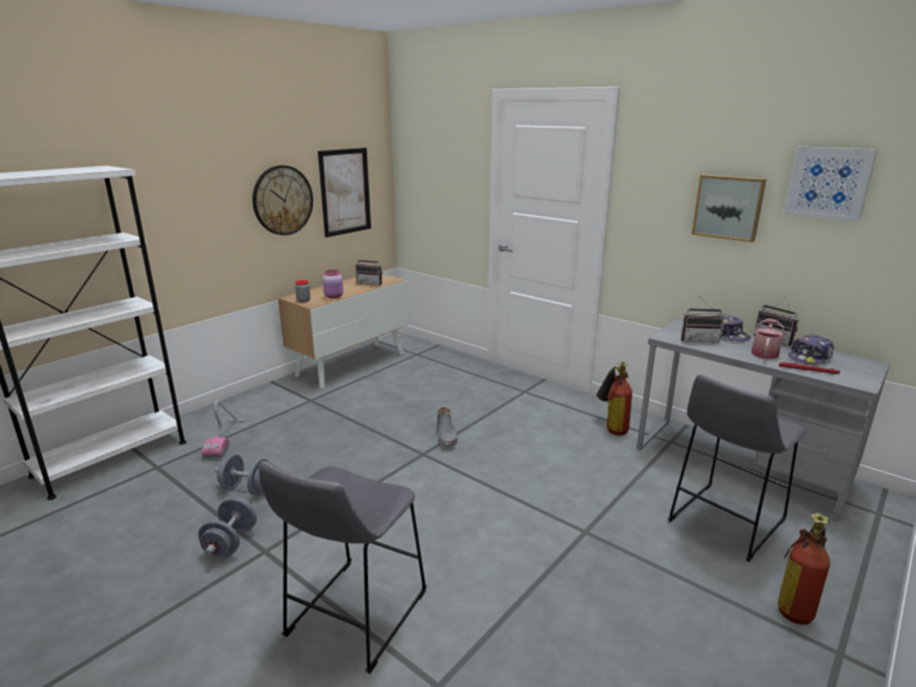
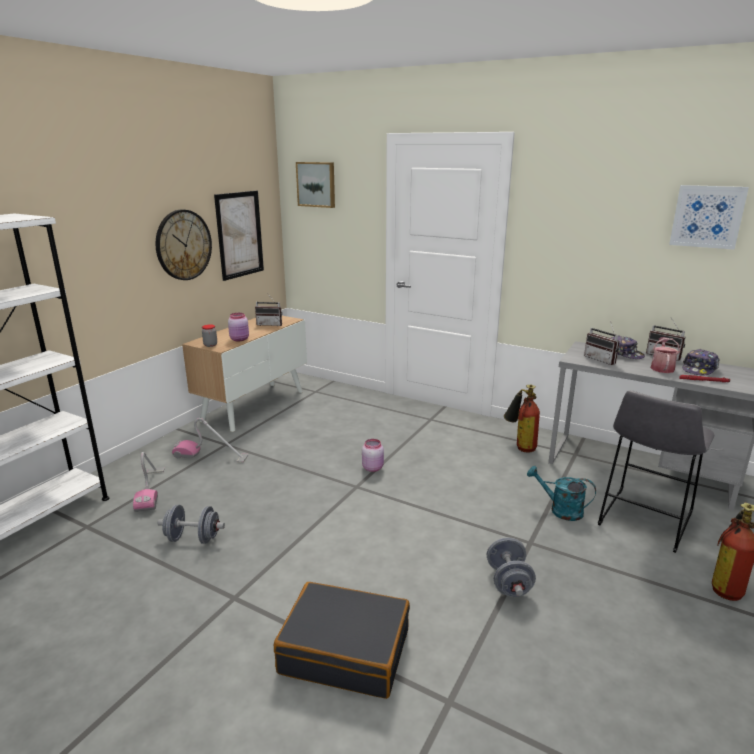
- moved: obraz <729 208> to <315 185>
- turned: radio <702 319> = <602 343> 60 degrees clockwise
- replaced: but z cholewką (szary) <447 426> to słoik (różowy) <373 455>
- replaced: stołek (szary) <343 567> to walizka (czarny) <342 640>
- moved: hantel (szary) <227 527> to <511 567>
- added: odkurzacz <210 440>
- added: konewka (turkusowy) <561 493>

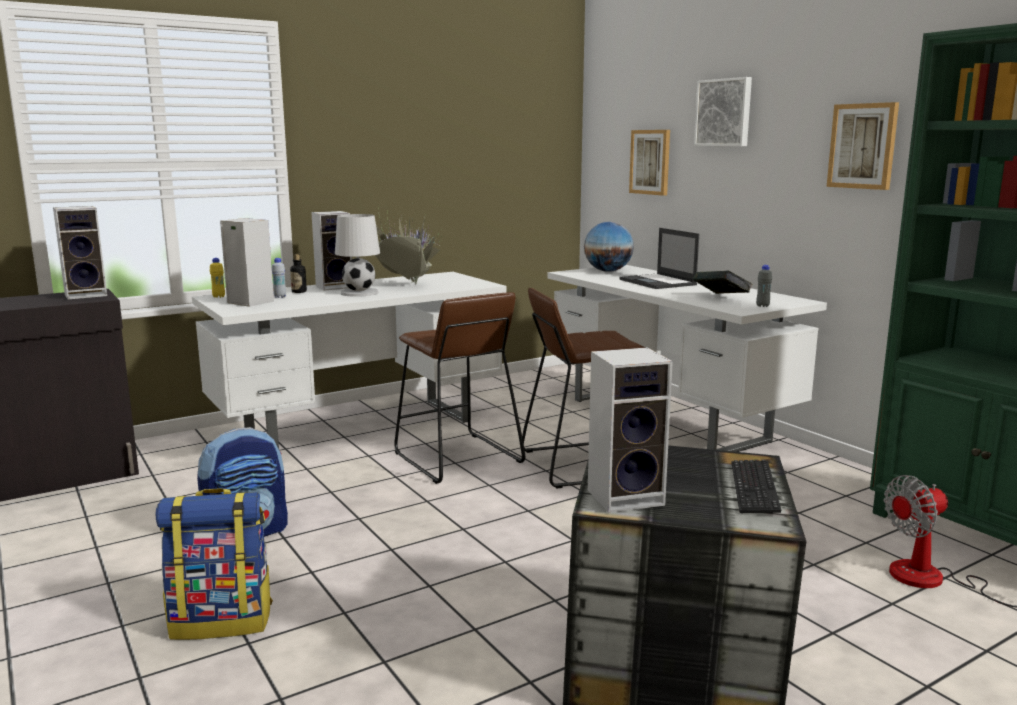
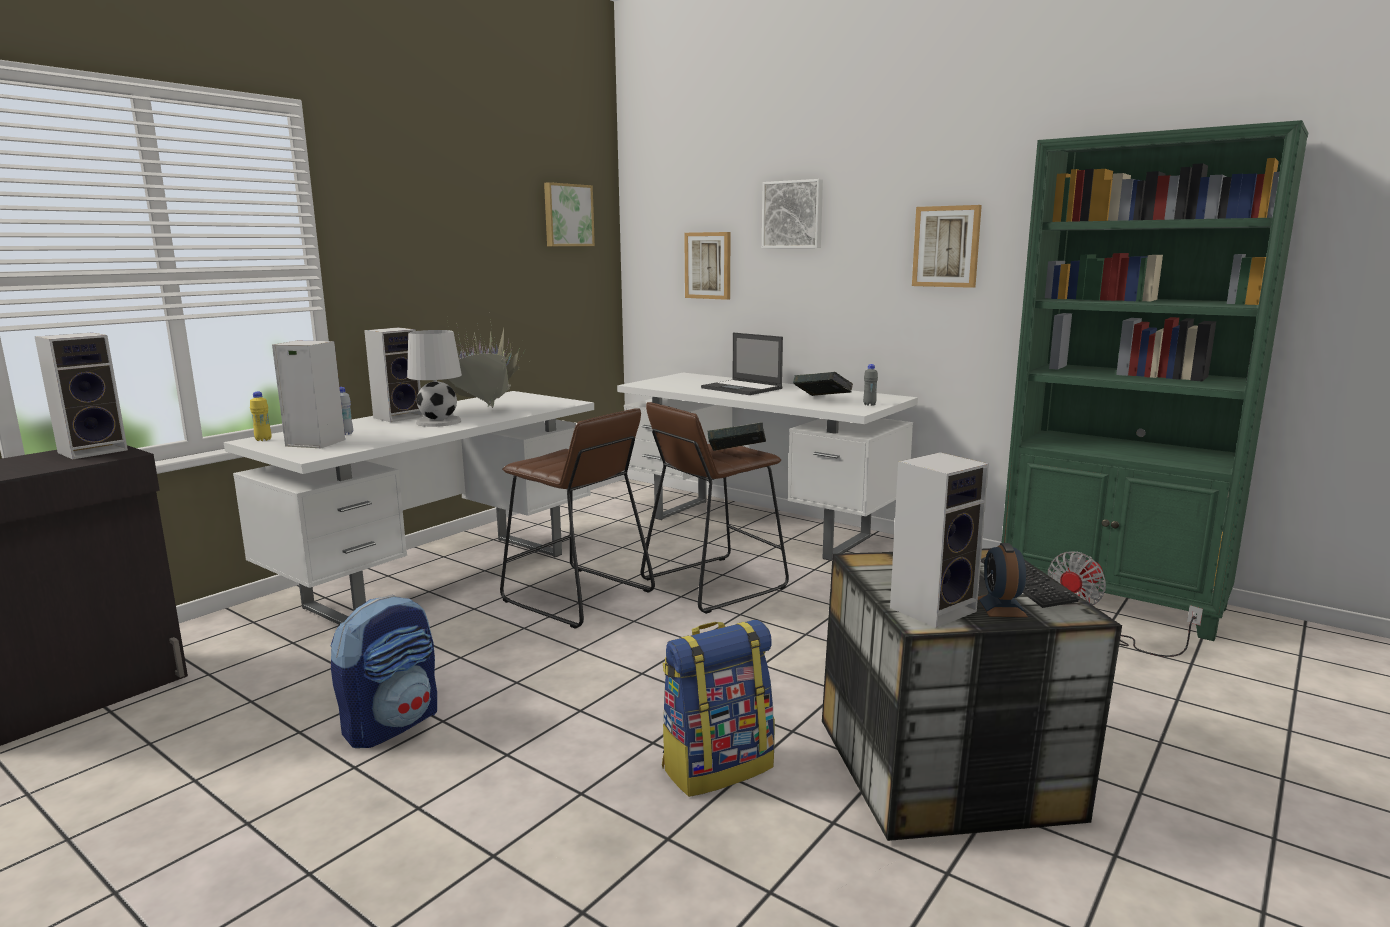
- removed: globus <609 247>
- removed: butelka <298 273>
- moved: plecak <214 564> to <718 708>
- added: obraz <569 214>
- added: książka <736 436>
- added: budzik <1003 580>

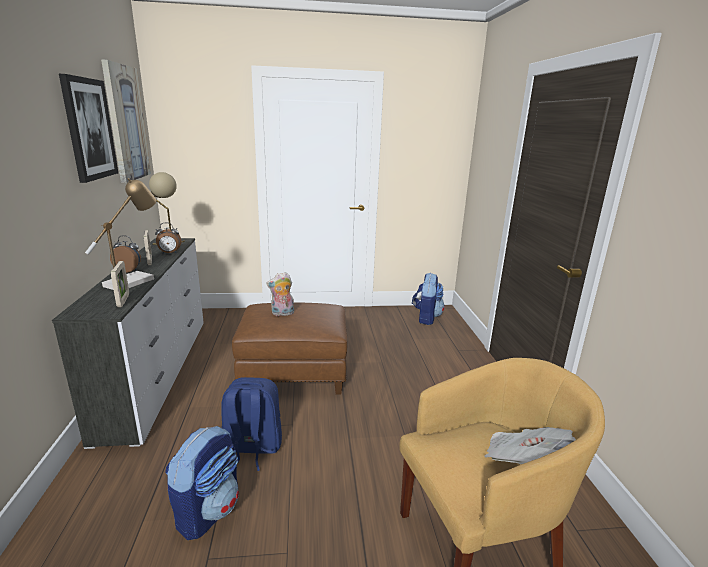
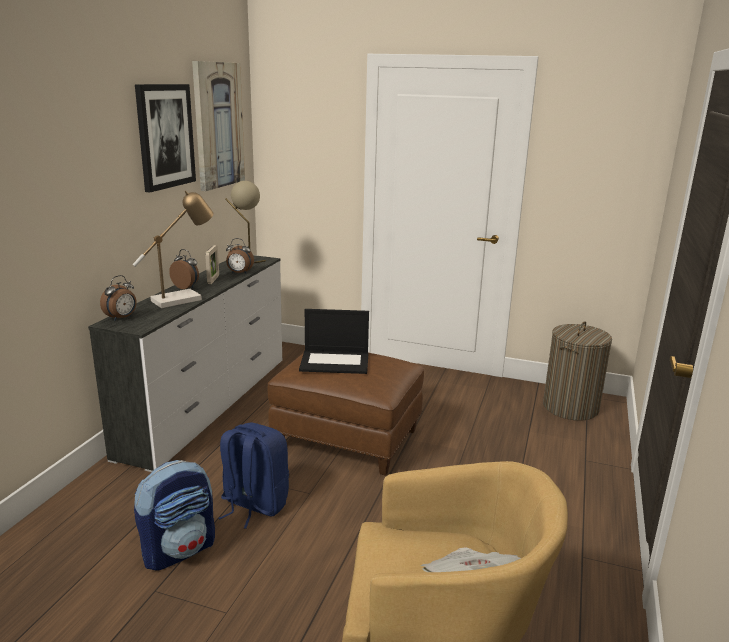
- removed: ramka na zdjęcie <120 284>
- replaced: pluszak <280 294> to laptop <334 341>
- replaced: plecak <428 299> to kosz na pranie <577 371>
- added: budzik <118 298>

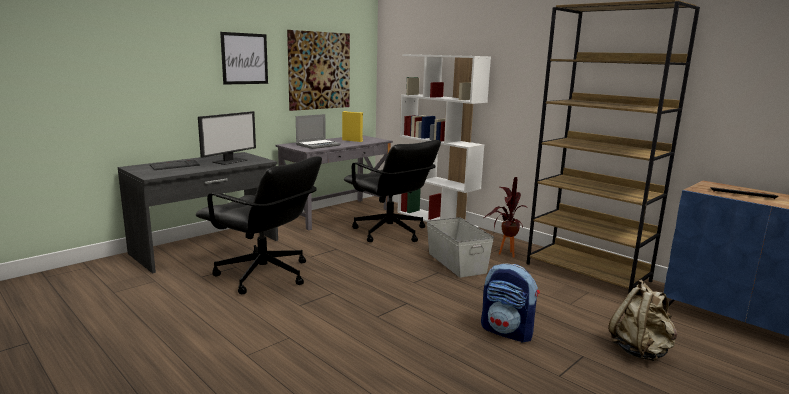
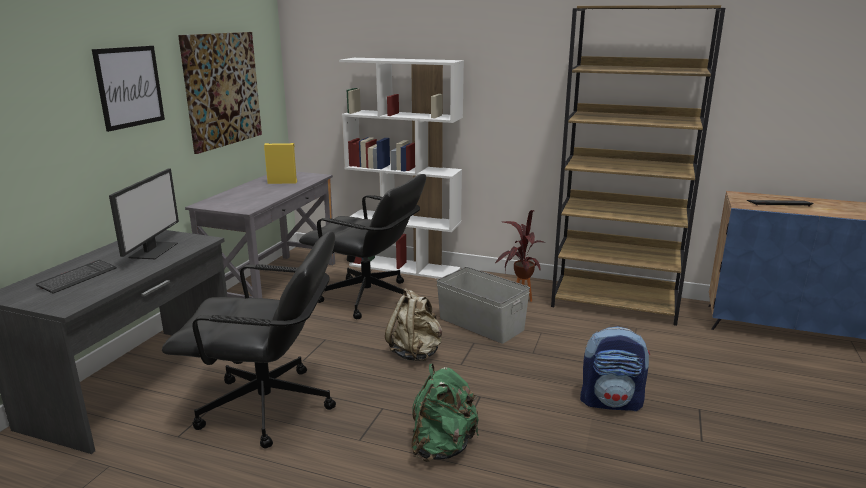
- removed: laptop <318 131>
- moved: plecak (beżowy) <643 320> to <414 324>
- added: plecak (zielony) <445 412>

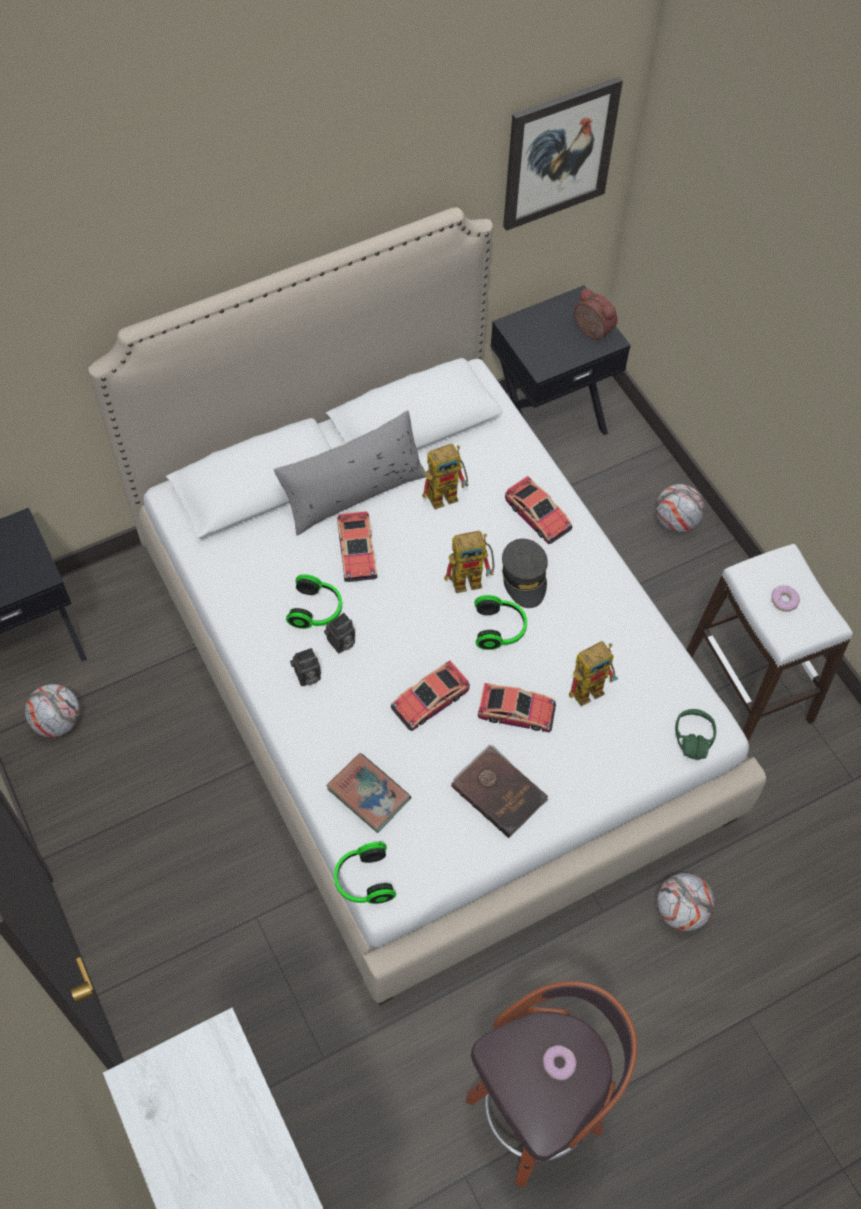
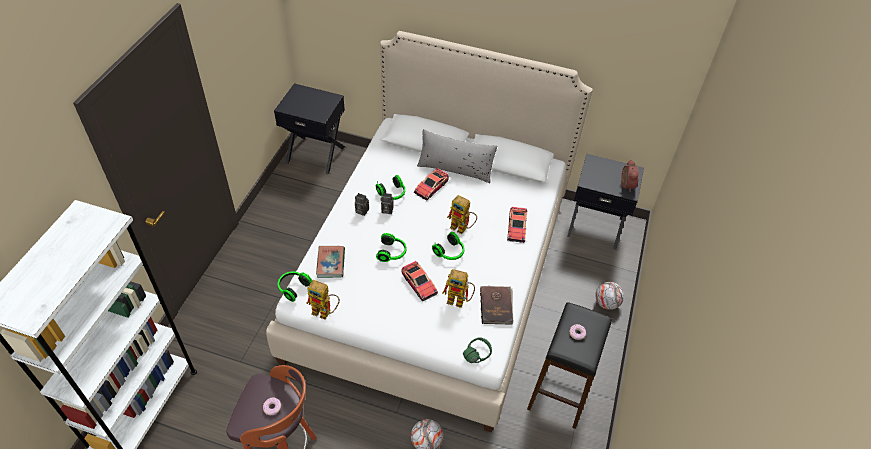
- removed: obraz <563 154>
- moved: robot zabawkowy <445 476> to <323 300>
- removed: czapka z daszkiem (szary) <525 573>
- recoloured: stołek (biały) <770 643> to stołek (czarny) <569 365>
- replaced: samochodzik <430 695> to słuchawki <391 247>
- removed: piłka futbolowa <52 710>
- moved: książka (brązowy) <499 791> to <497 305>

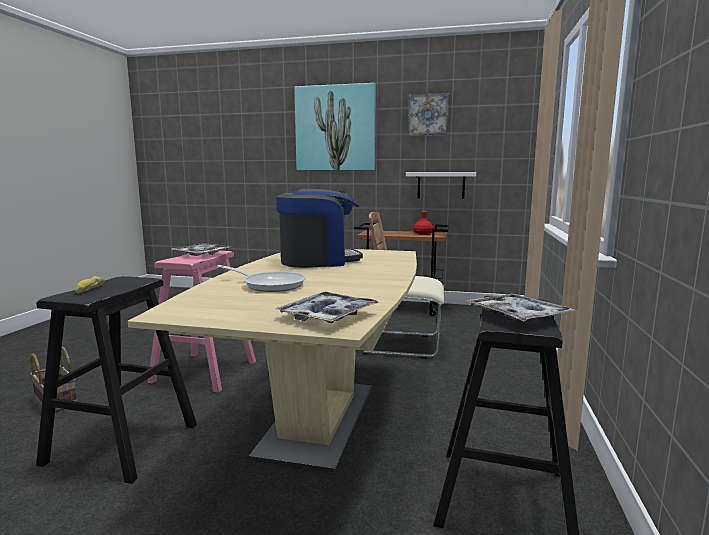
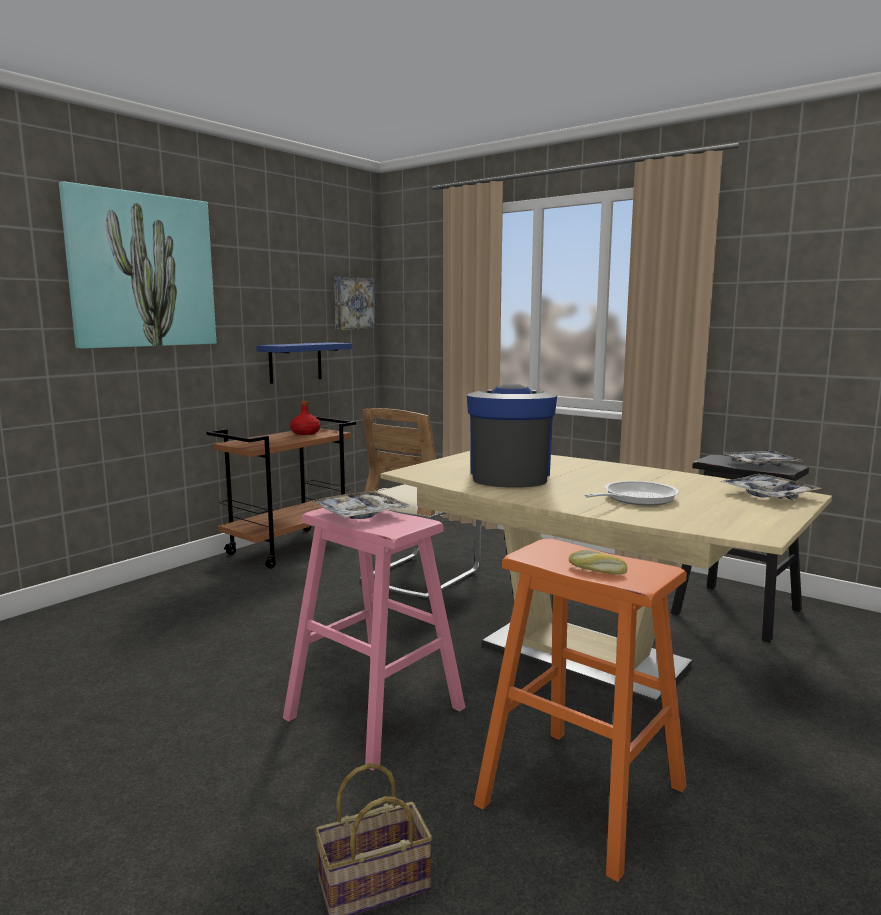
- moved: obraz <428 114> to <354 303>
- recoloured: półka (biały) <441 185> to półka (niebieski) <304 363>
- recoloured: stołek (czarny) <116 380> to stołek (pomarańczowy) <580 710>

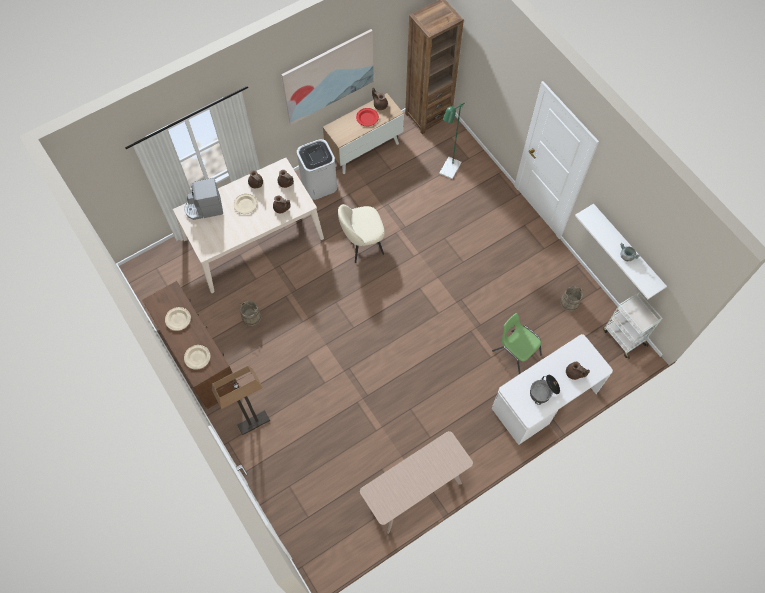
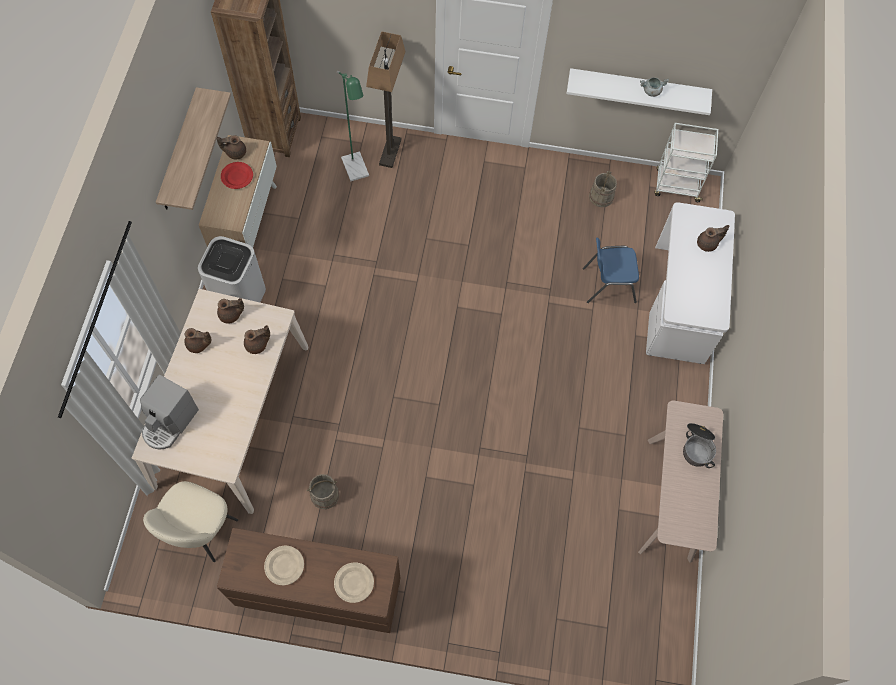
- replaced: obraz <327 77> to półka <193 148>
- removed: talerz (beżowy) <245 203>
- moved: krzesło (beżowy) <361 233> to <190 521>
- recoloured: krzesło (zielony) <517 343> to krzesło (niebieski) <611 270>
- moved: lampa stojąca <241 400> to <386 99>
- moved: garnek <545 390> to <699 445>

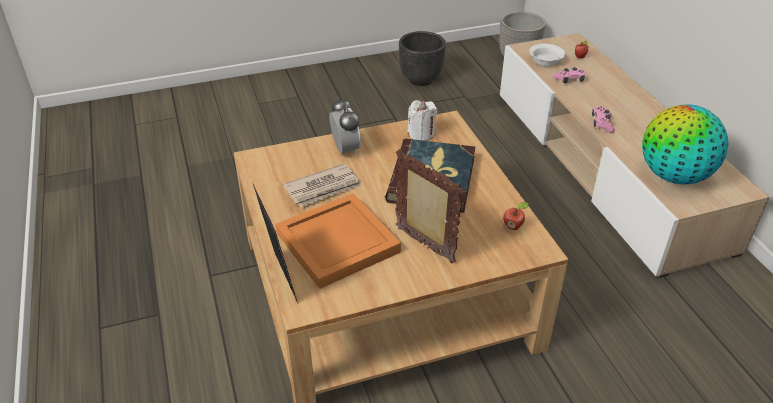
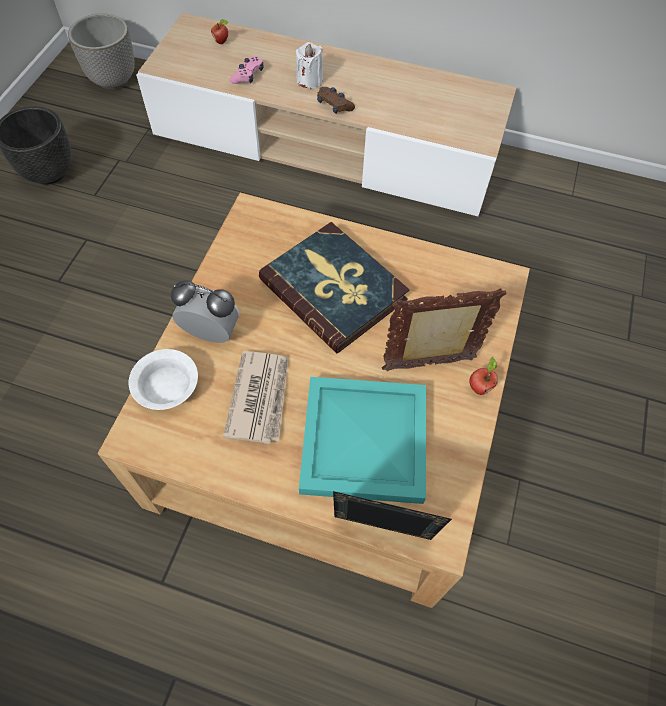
- moved: miska (biały) <547 55> to <163 379>
- moved: świeca (biały) <422 120> to <309 65>
- removed: globus <685 144>
- recoloured: pad do gier (różowy) <603 119> to pad do gier (brązowy) <336 100>
- recoloured: taca (pomarańczowy) <338 241> to taca (turkusowy) <362 440>
- moved: jabłko <516 216> to <483 376>

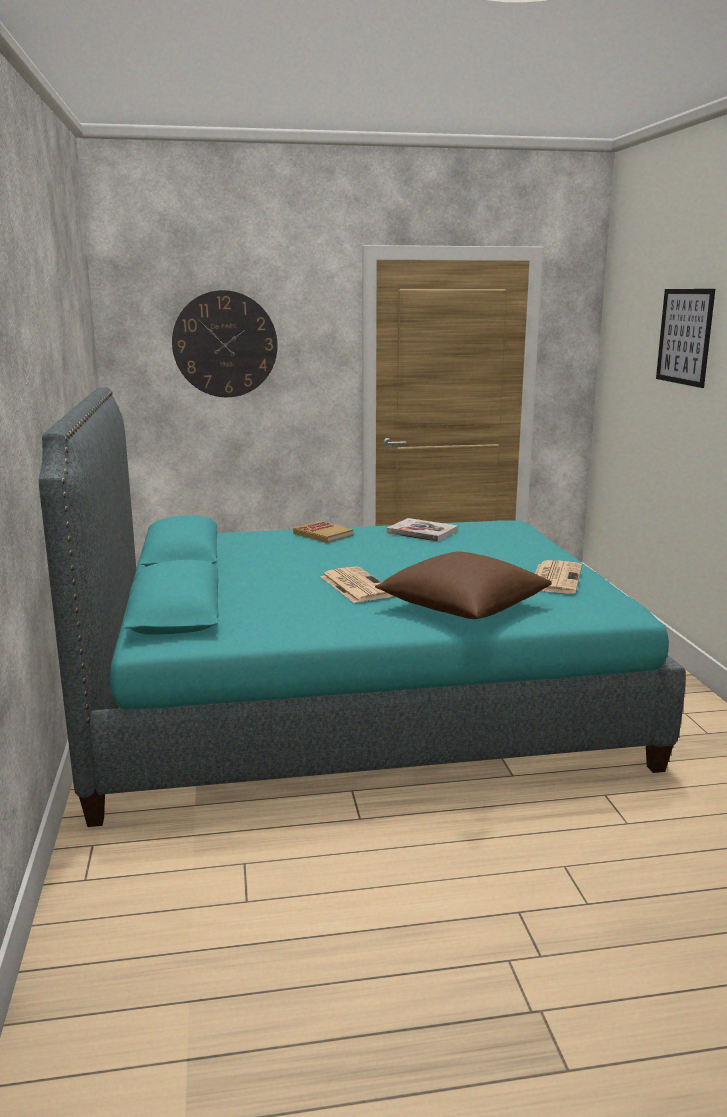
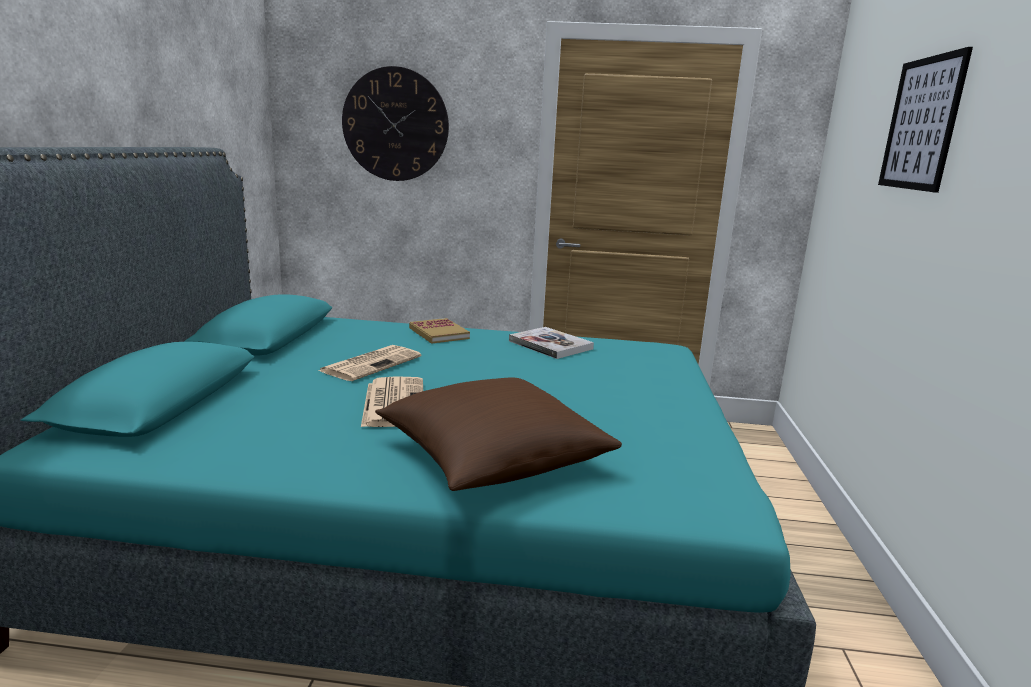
- moved: gazeta <558 577> to <369 363>

